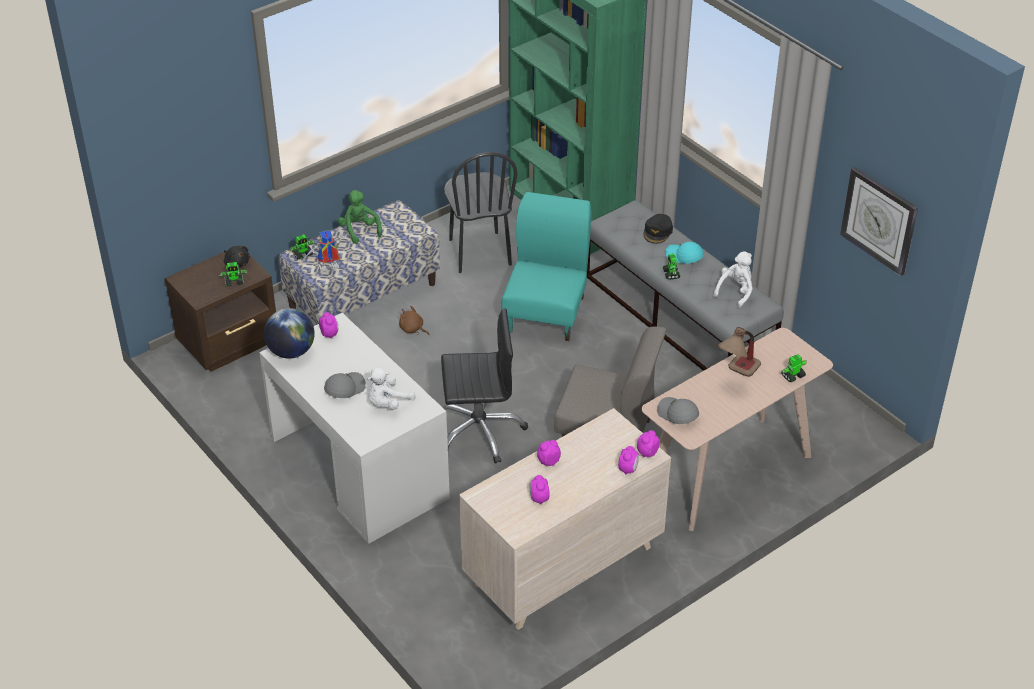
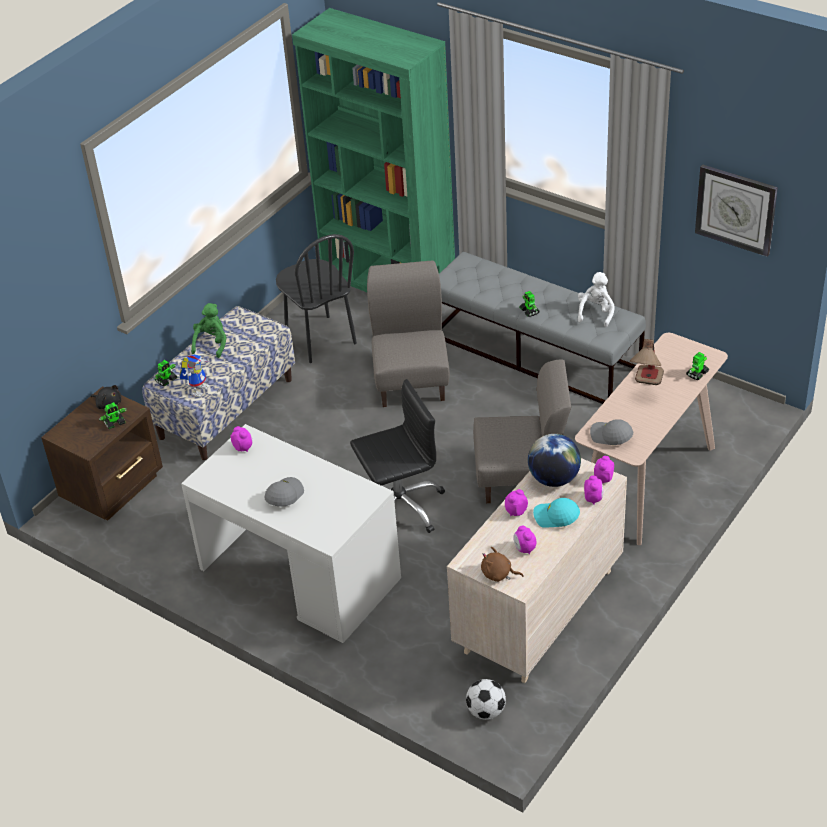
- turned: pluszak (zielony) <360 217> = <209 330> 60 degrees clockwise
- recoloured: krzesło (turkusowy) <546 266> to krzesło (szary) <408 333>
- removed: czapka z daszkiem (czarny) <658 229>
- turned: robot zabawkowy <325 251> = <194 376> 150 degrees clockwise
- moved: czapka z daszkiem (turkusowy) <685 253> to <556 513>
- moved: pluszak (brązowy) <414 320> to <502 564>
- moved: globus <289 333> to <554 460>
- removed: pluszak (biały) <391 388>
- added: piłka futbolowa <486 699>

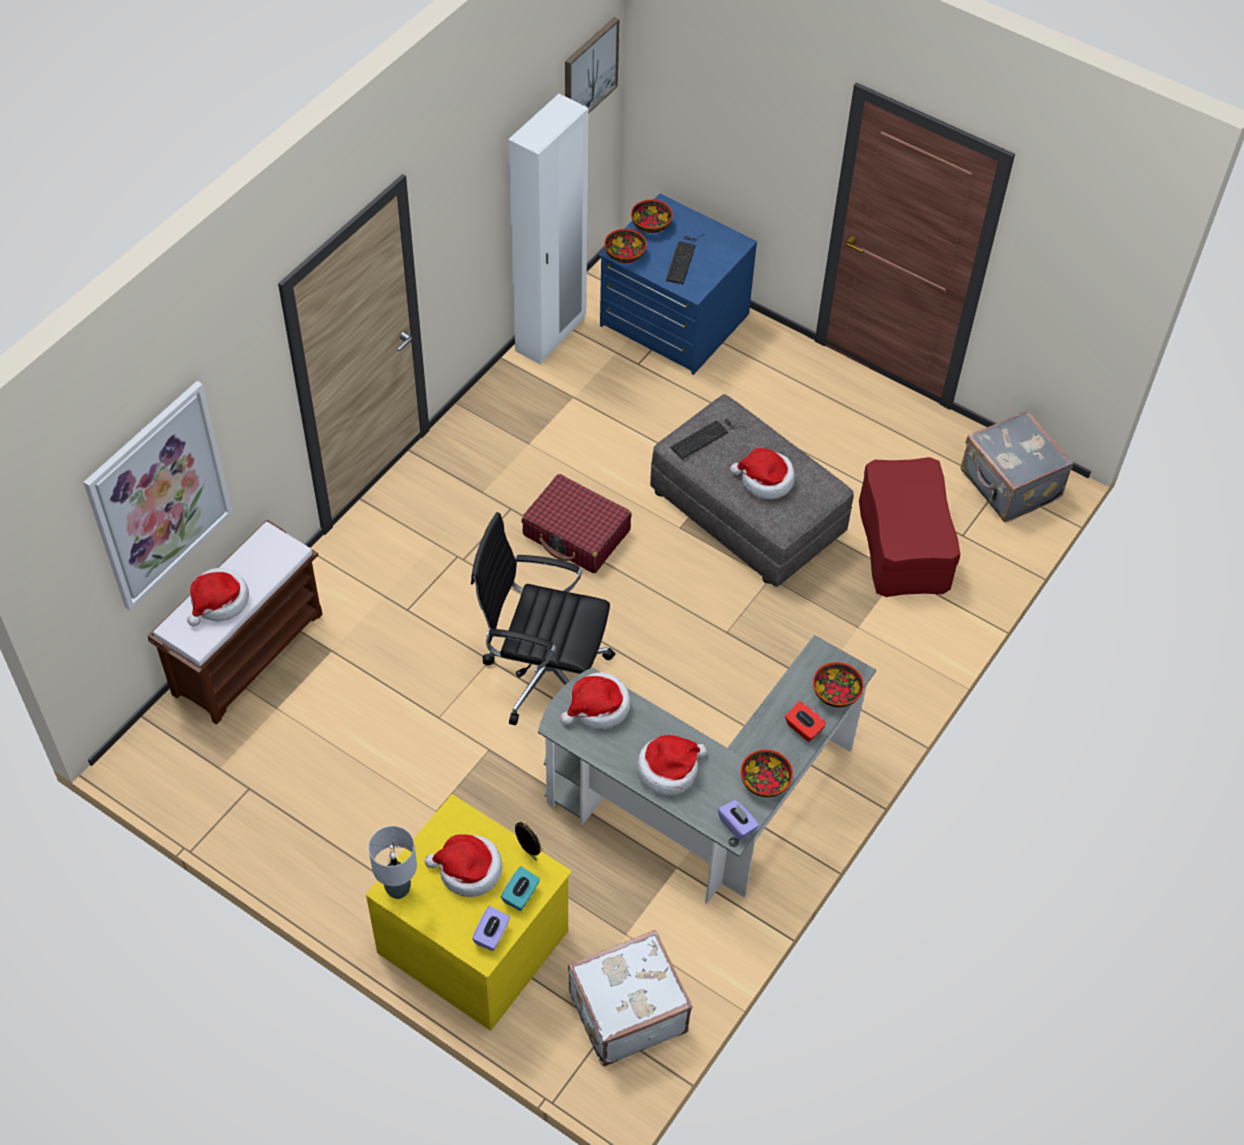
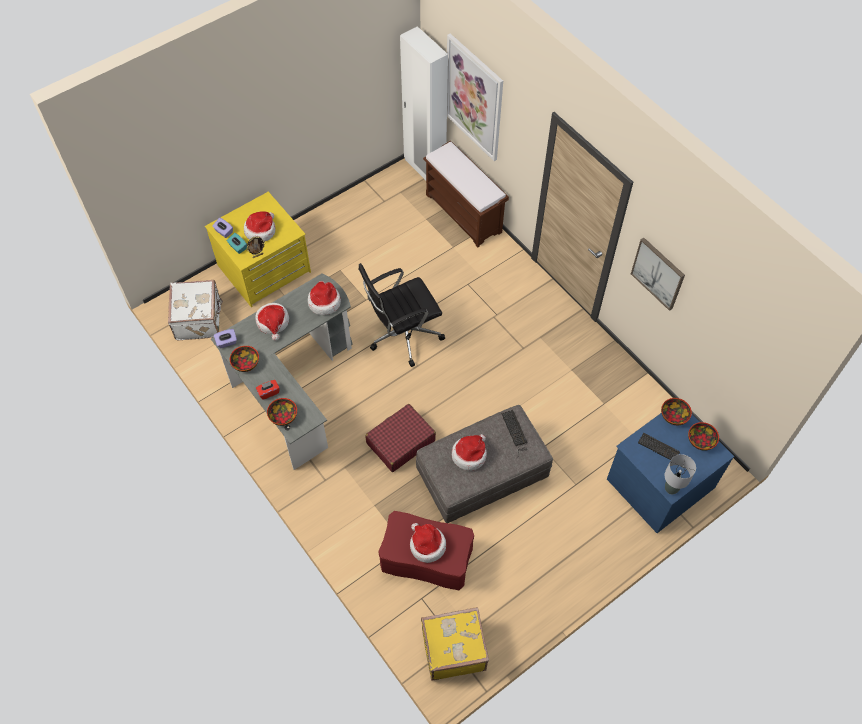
- moved: obraz <592 65> to <658 274>
- moved: szafa (biały) <548 229> to <424 103>
- recoloured: walizka (szary) <1017 466> to walizka (żółty) <455 644>
- moved: walizka (czerwony) <577 523> to <400 438>
- turned: krzesło biurowe (czarny) <543 618> = <401 315> 150 degrees counterclockwise
- moved: kapelusz <218 597> to <428 543>
- moved: lampa stołowa (szary) <392 862> to <680 474>

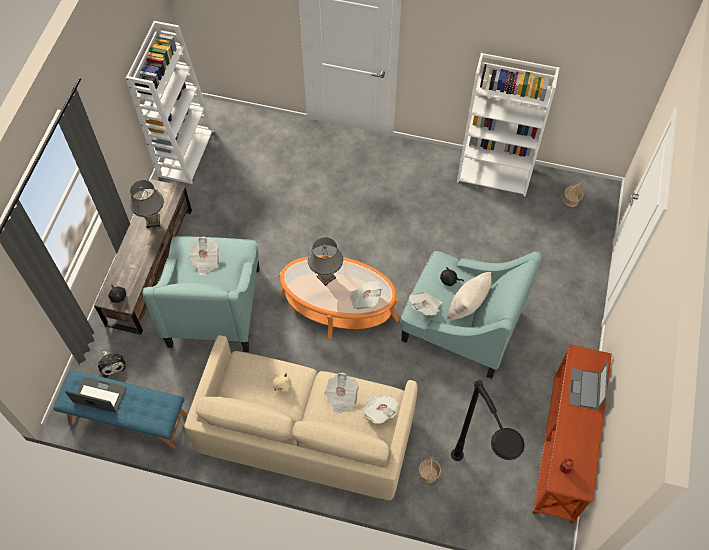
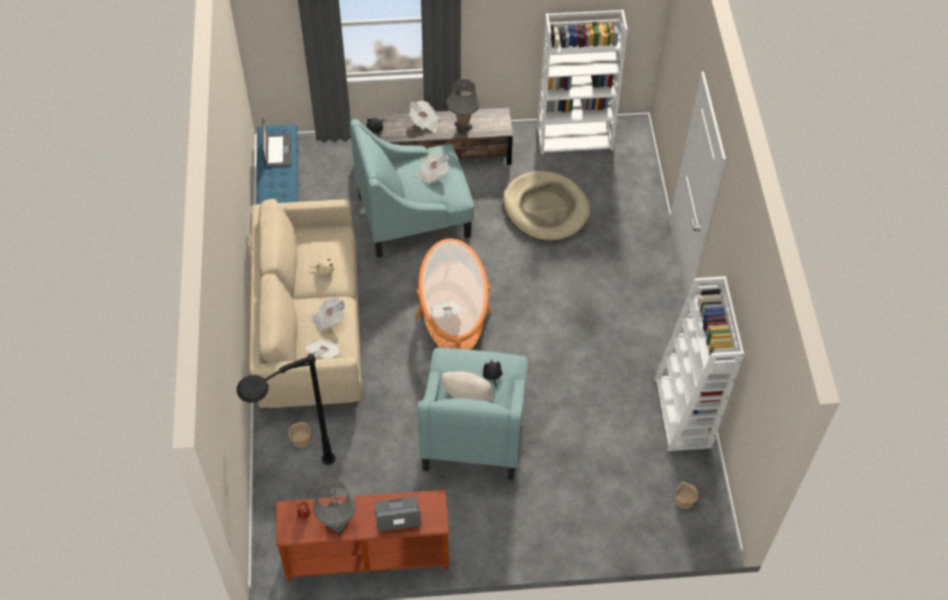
- moved: lampa stołowa (szary) <325 261> to <334 507>
- moved: gazeta <425 303> to <424 116>
- removed: pluszak <112 364>
- added: legowisko (beżowy) <546 206>

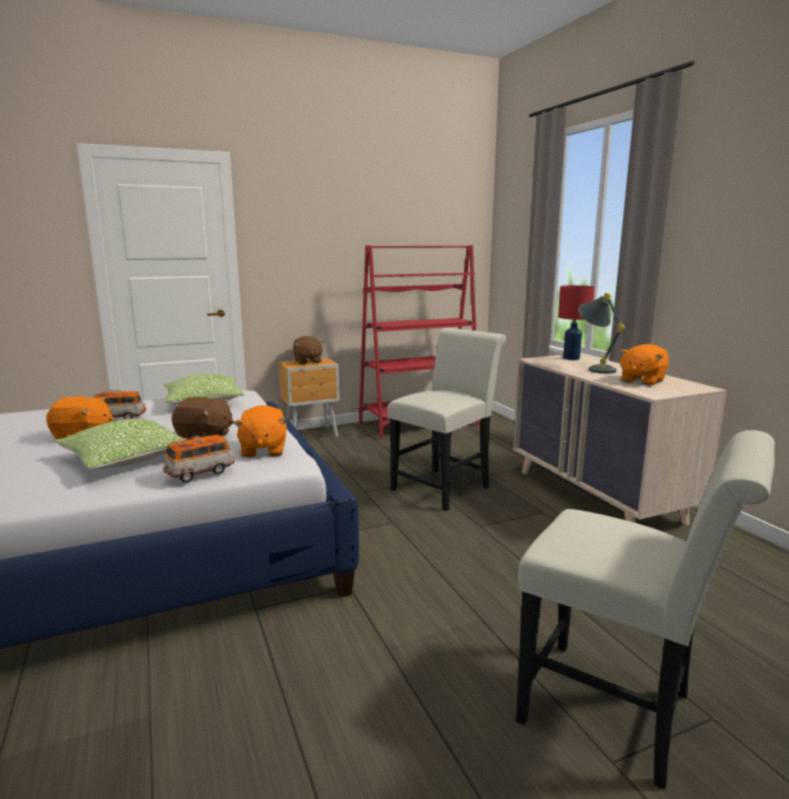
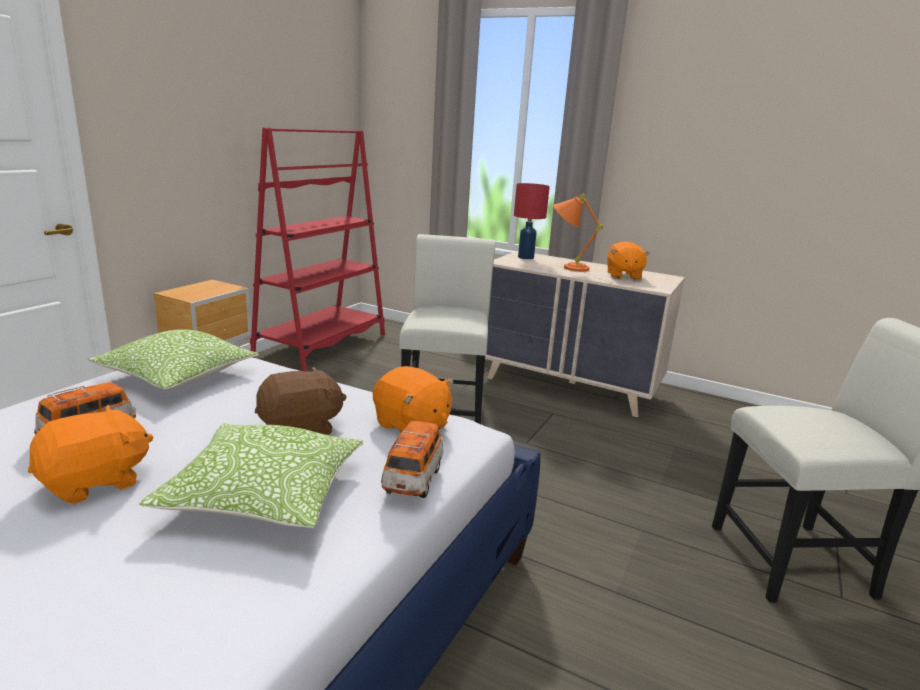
- recoloured: lampa stołowa (szary) <601 333> to lampa stołowa (pomarańczowy) <578 233>
- removed: pluszak (brązowy) <308 350>

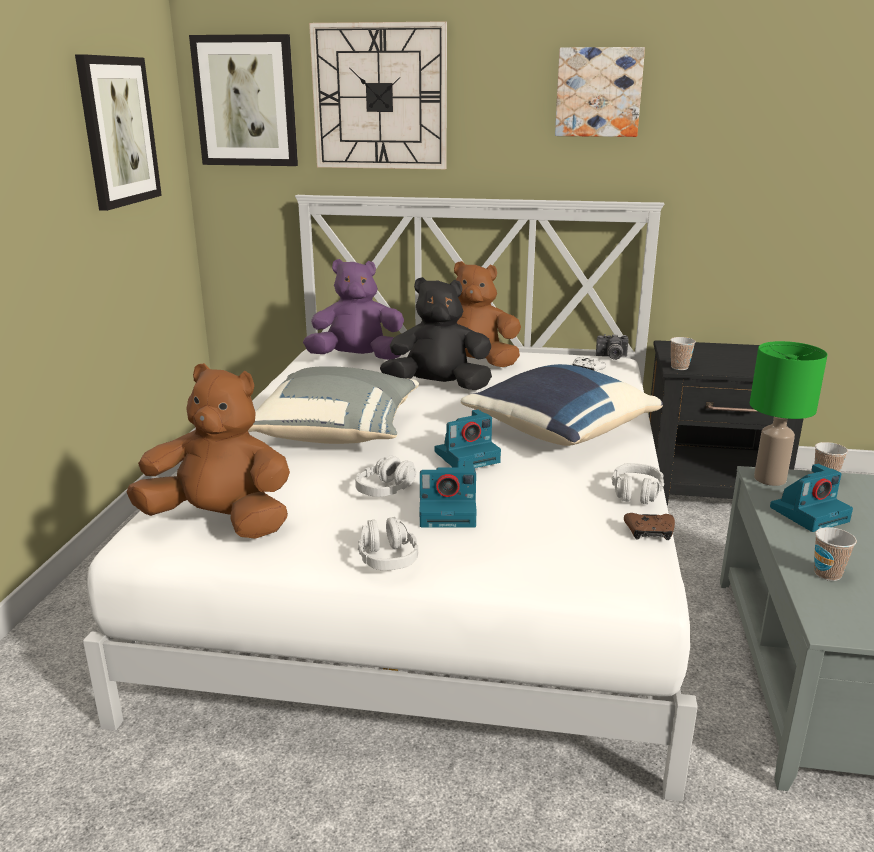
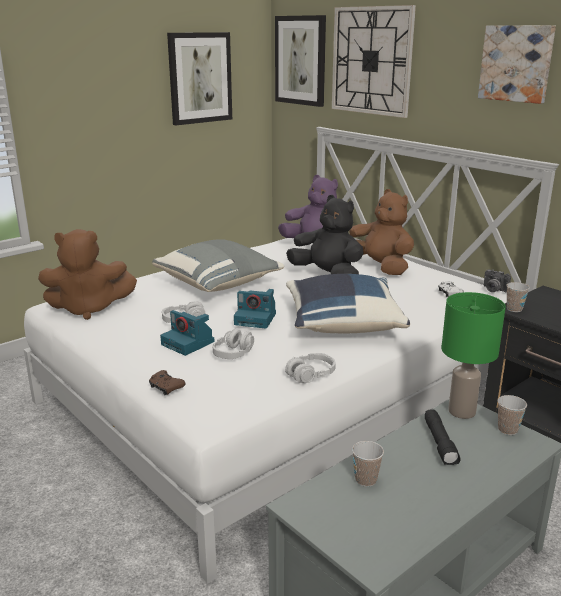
- turned: pluszak (brązowy) <208 451> = <87 274> 120 degrees clockwise
- replaced: aparat fotograficzny <811 498> to latarka (czarny) <443 437>
- moved: pad do gier (brązowy) <649 526> to <167 382>
- moved: słuchawki (szary) <388 543> to <233 344>

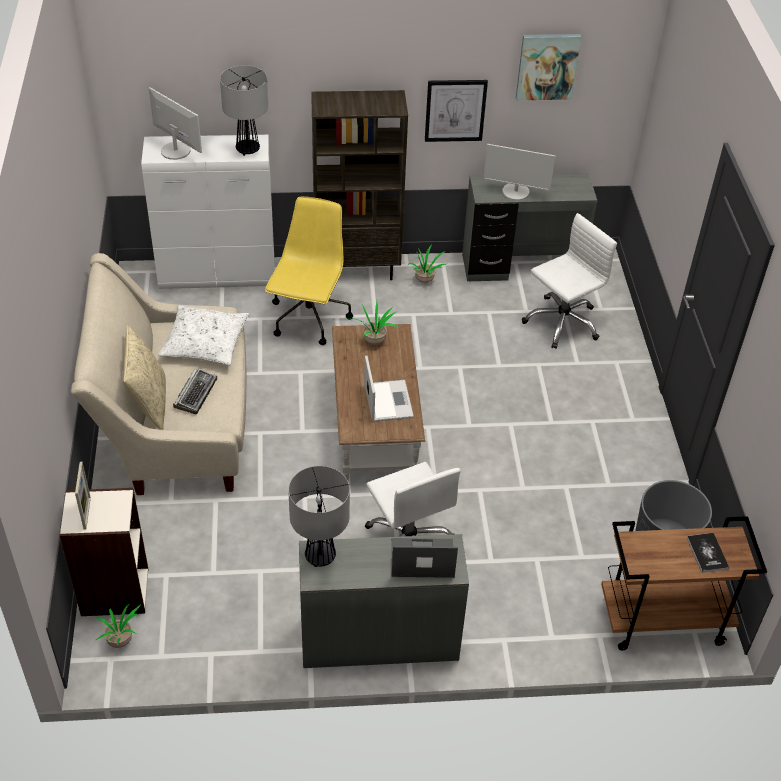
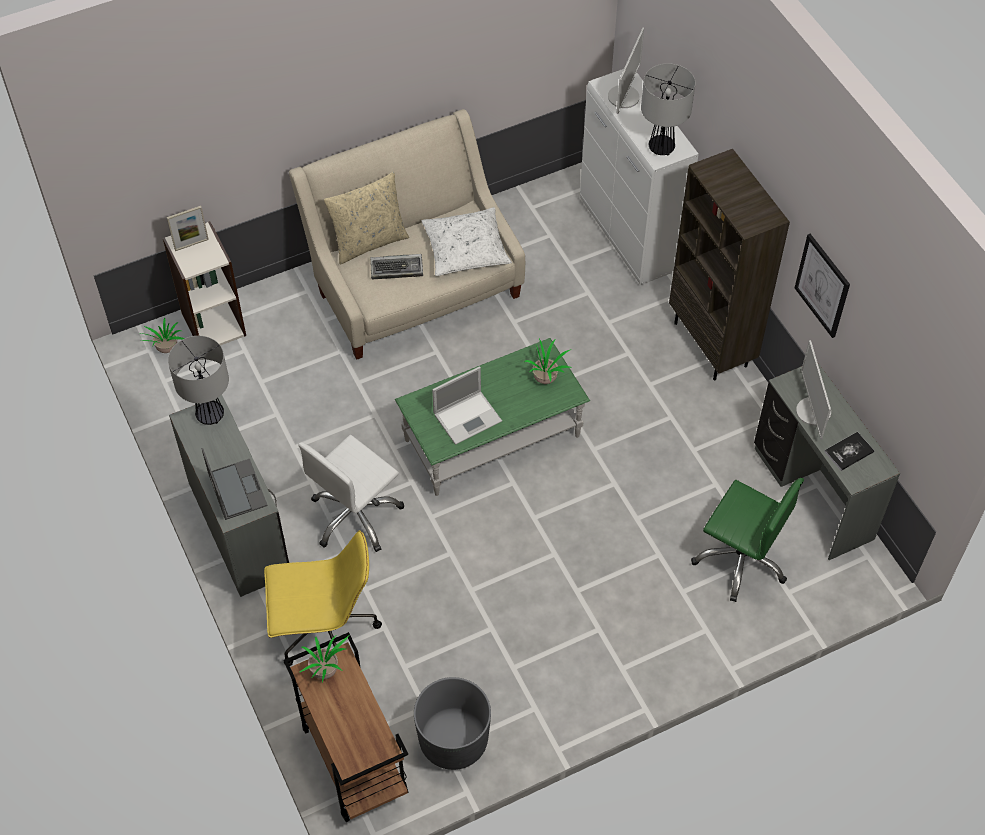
- removed: obraz <548 67>
- moved: krzesło biurowe (żółty) <309 270> to <323 598>
- recoloured: krzesło biurowe (biały) <569 281> to krzesło biurowe (zielony) <747 540>
- moved: roślina doniczkowa <427 264> to <324 658>
- recoloured: ława (brązowy) <378 402> to ława (zielony) <492 417>
- moved: książka <708 553> to <849 451>

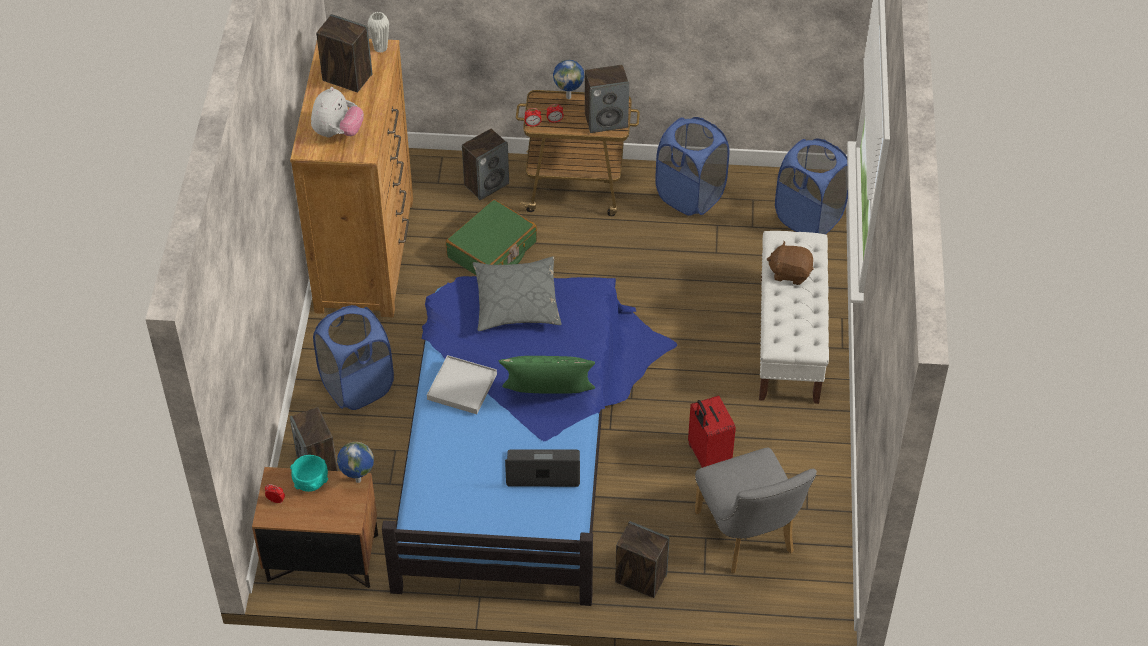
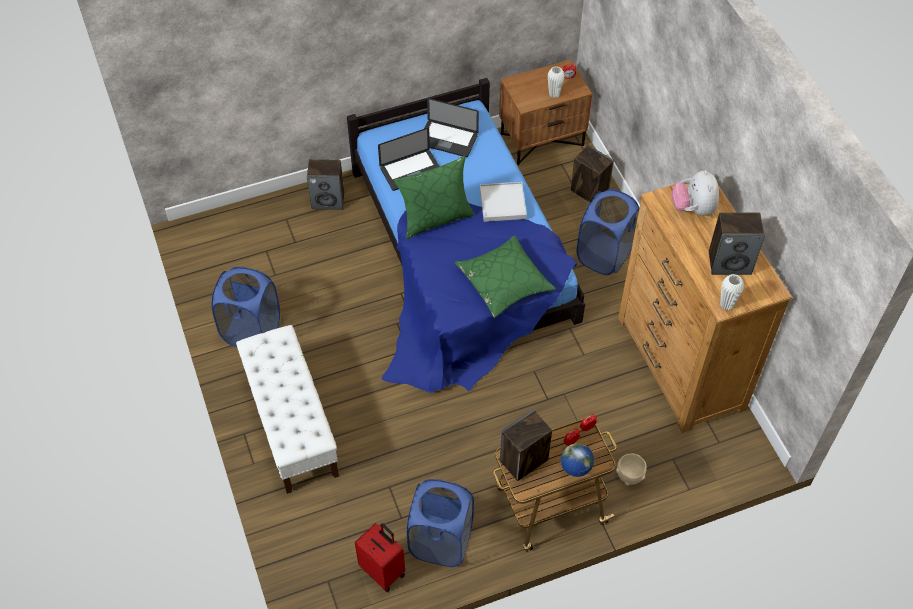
- replaced: głośnik <485 164> to miska (beżowy) <631 470>
- moved: kosz na pranie (niebieski) <811 186> to <246 307>
- removed: walizka (zielony) <491 237>
- removed: pluszak (brązowy) <790 263>
- recoloured: poduszka (szary) <517 293> to poduszka (zielony) <505 277>
- moved: walizka (czerwony) <712 432> to <380 557>
- removed: globus <355 462>
- removed: krzesło (szary) <756 510>
- replaced: miska (turkusowy) <309 473> to wazon (biały) <556 82>
- added: laptop <451 127>

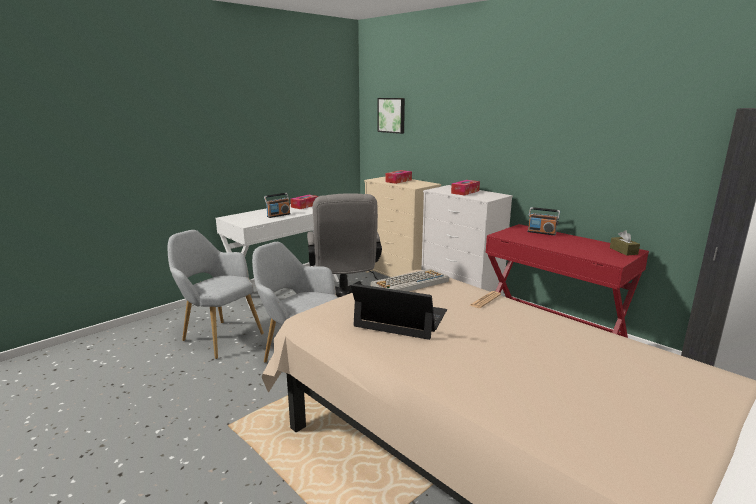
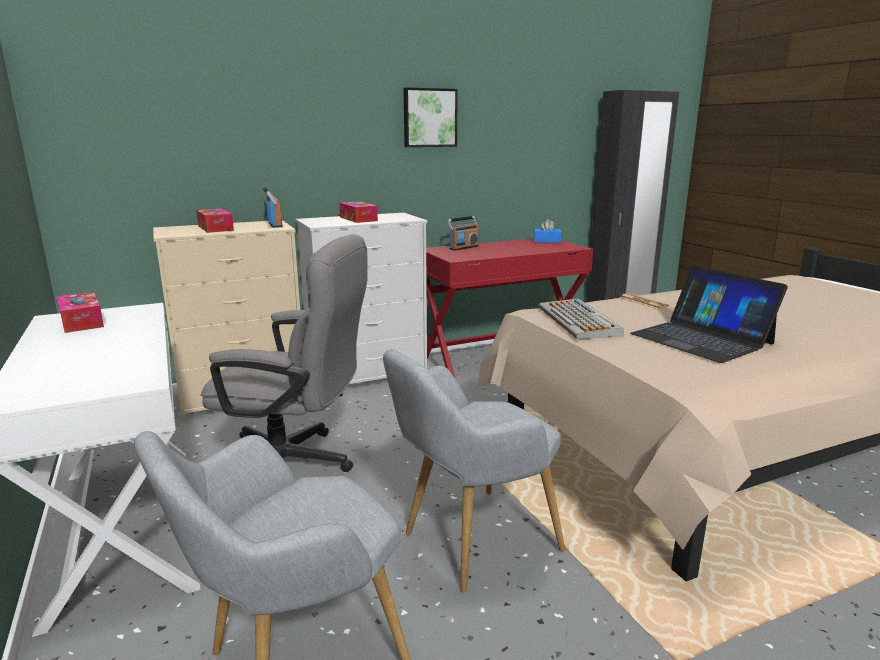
- moved: obraz <391 116> to <431 117>
- moved: radio <277 205> to <273 207>
- recoloured: pudełko chusteczek (brązowy) <625 243> to pudełko chusteczek (niebieski) <547 231>
- turned: laptop <399 312> = <709 314> 75 degrees counterclockwise

